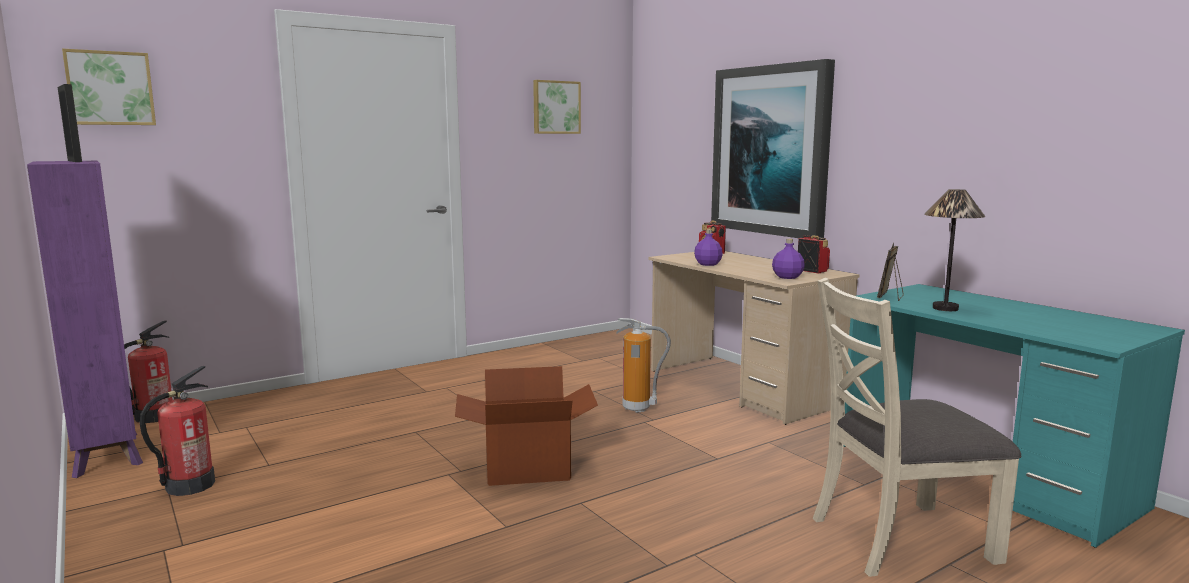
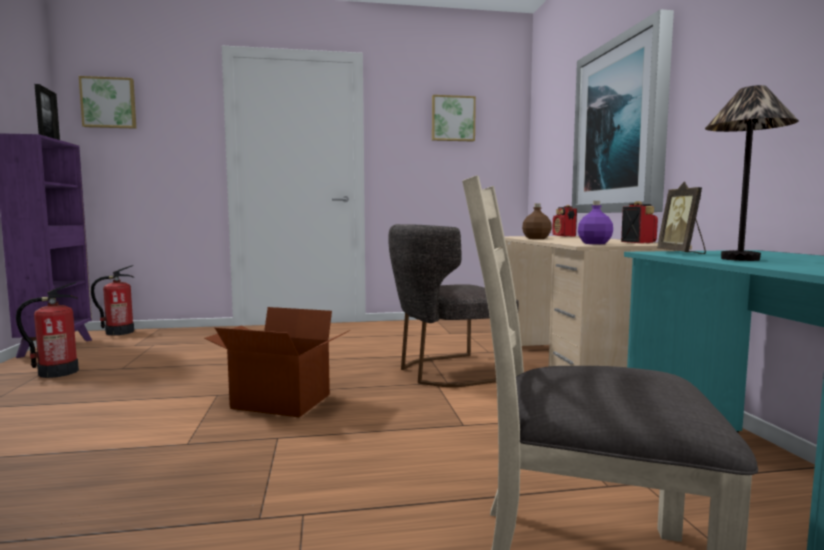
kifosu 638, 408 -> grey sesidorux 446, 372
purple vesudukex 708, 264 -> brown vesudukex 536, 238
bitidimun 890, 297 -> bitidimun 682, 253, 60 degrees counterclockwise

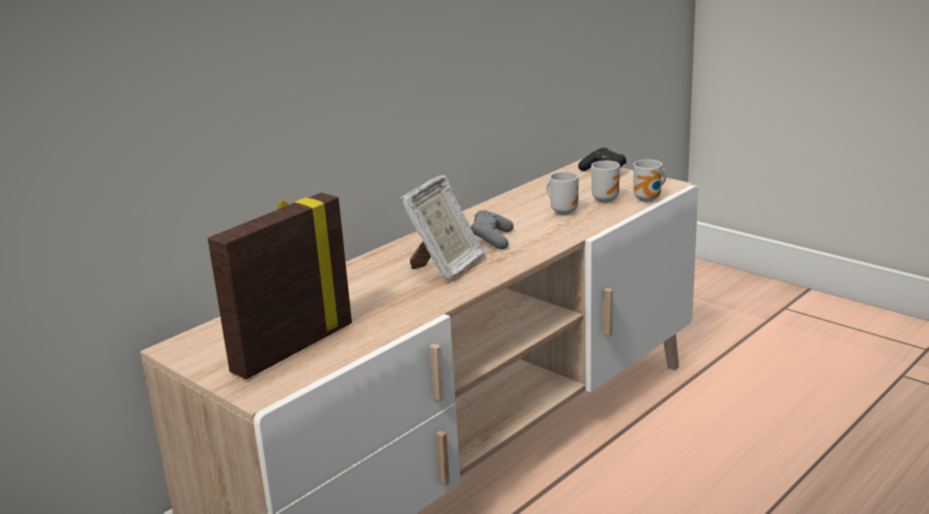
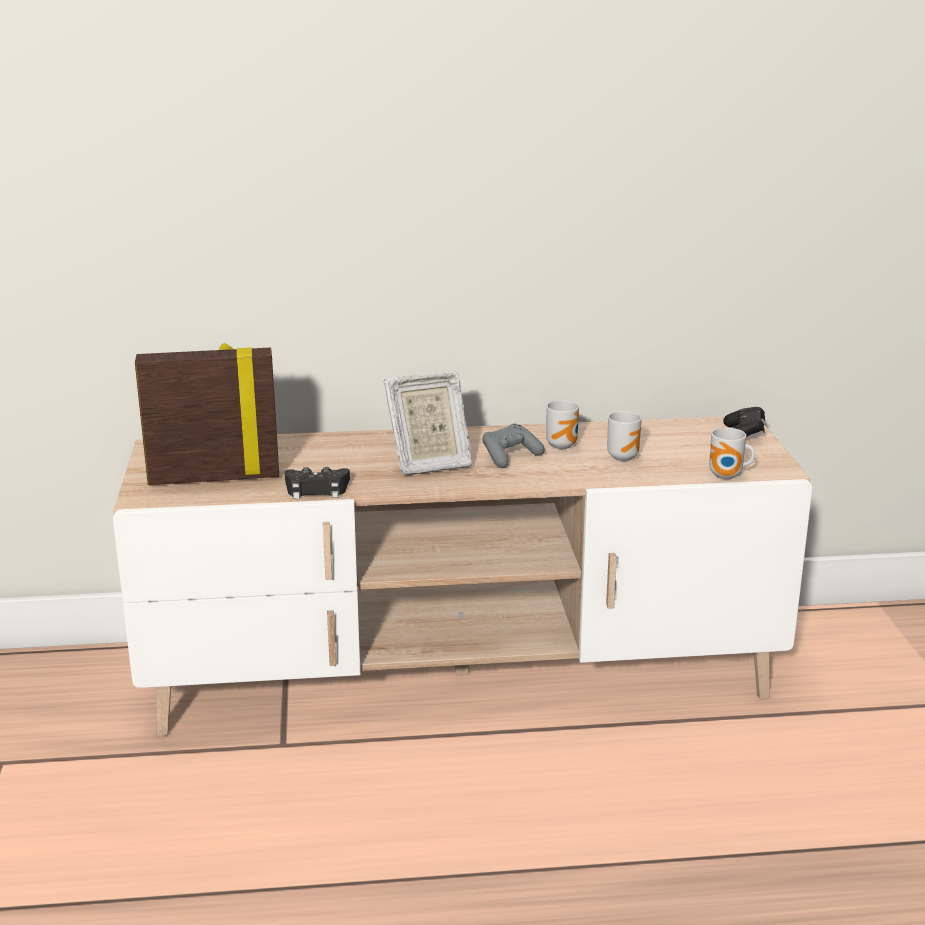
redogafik 605, 199 -> redogafik 563, 445, shifted
none -> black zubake 317, 489

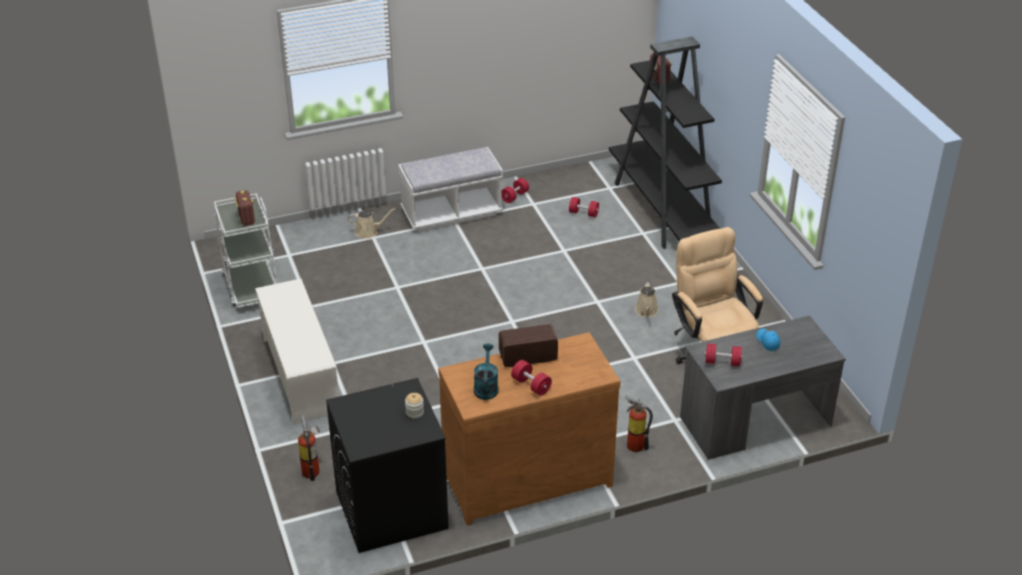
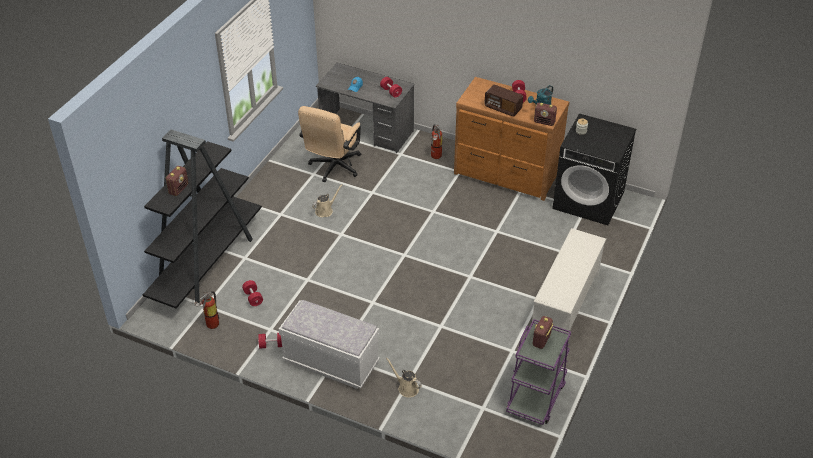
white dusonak 251, 286 -> purple dusonak 536, 397
kifosu 312, 470 -> kifosu 210, 324, shifted
none -> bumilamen 544, 122

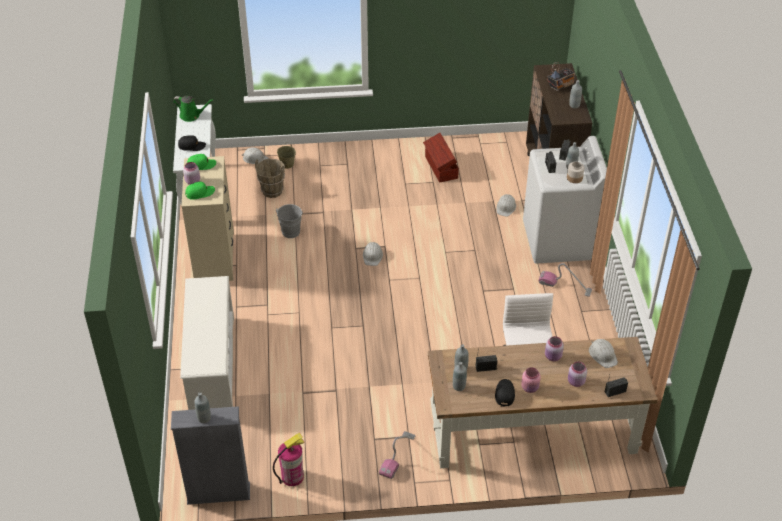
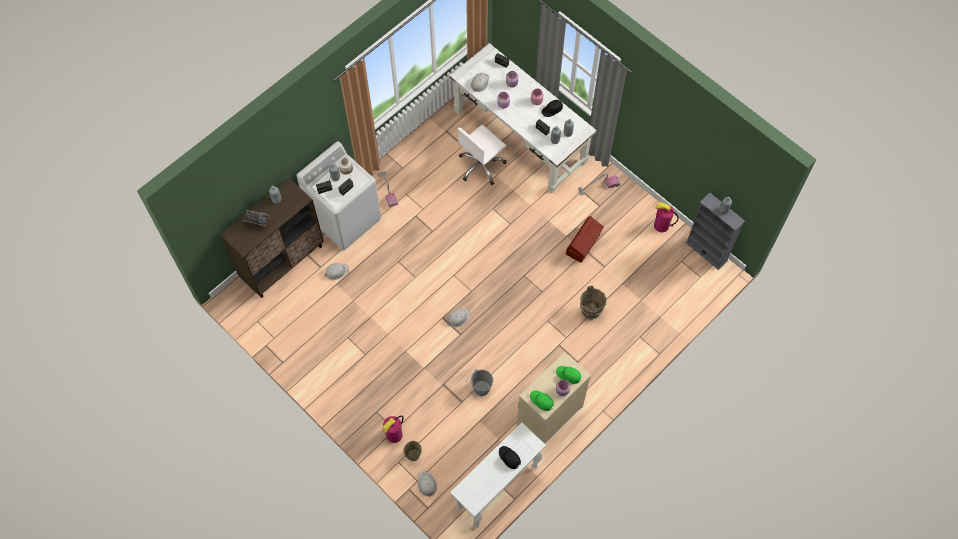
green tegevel 191, 116 -> none
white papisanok 212, 364 -> none
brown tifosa 272, 191 -> brown tifosa 590, 311, shifted
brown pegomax 440, 168 -> brown pegomax 583, 244, shifted
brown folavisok 532, 431 -> white folavisok 521, 136
none -> kifosu 394, 435

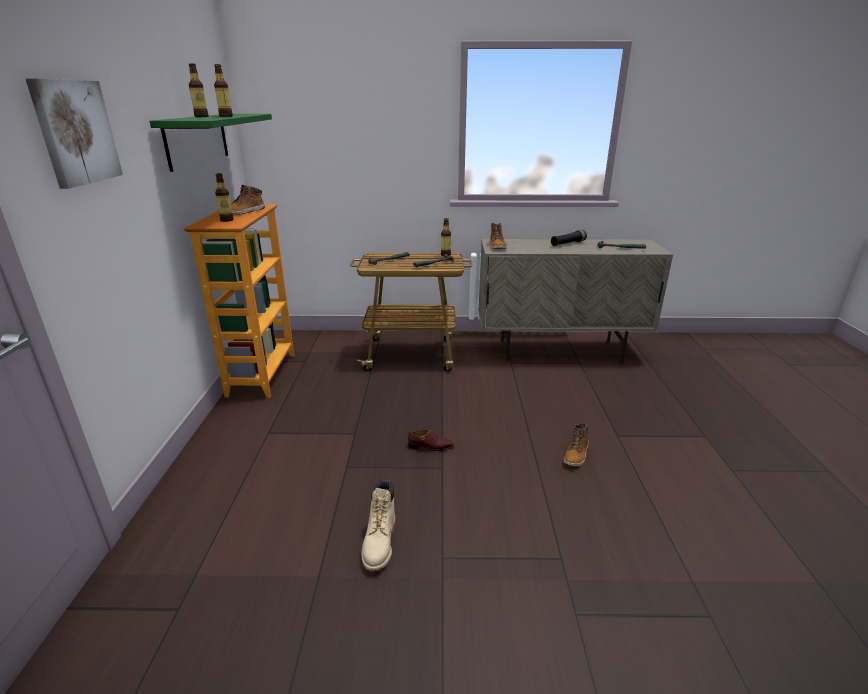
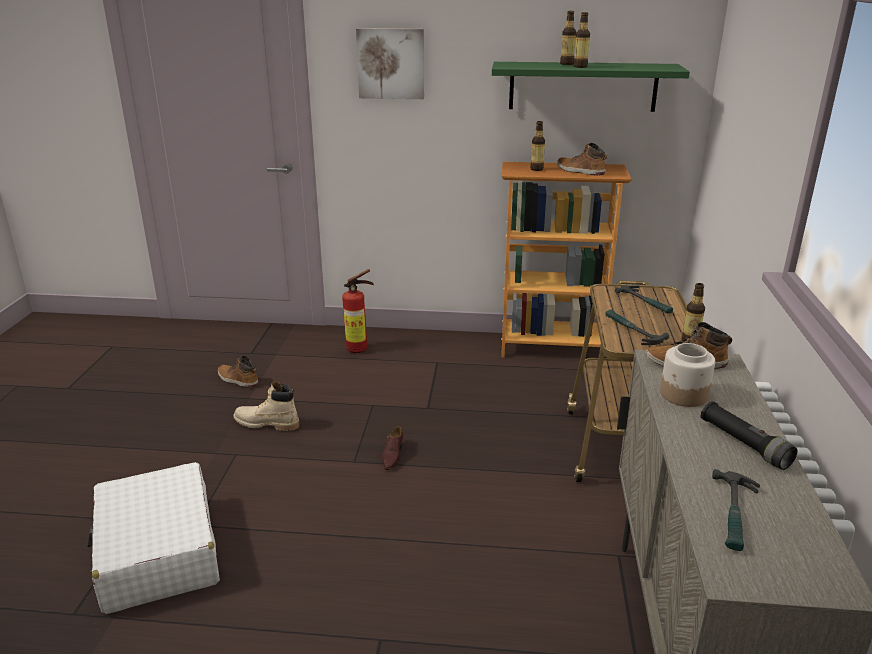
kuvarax 576, 454 -> kuvarax 237, 380, shifted
none -> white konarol 158, 552
none -> kifosu 360, 349
none -> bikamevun 683, 395

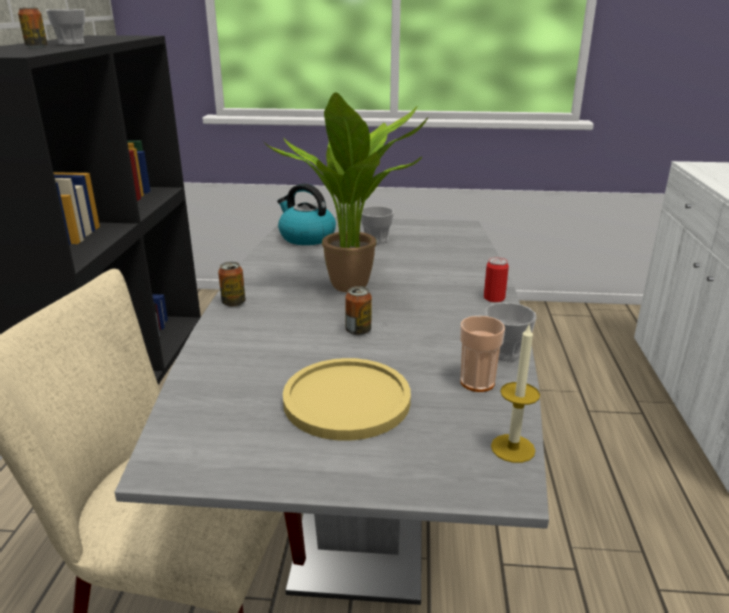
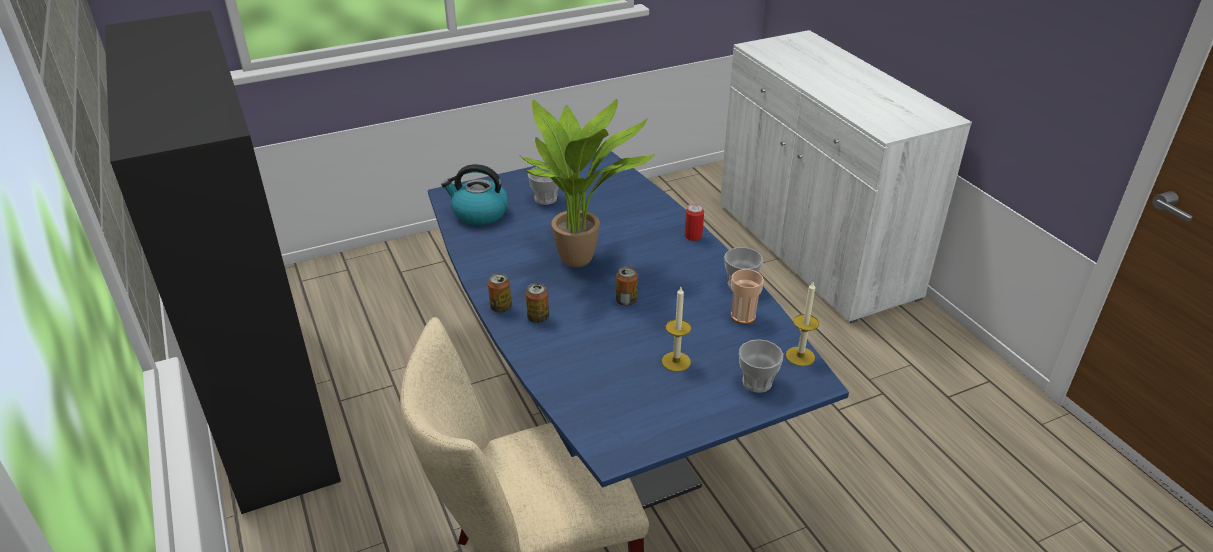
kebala 36, 47 -> kebala 538, 318, shifted
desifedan 71, 44 -> desifedan 757, 382, shifted
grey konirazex 364, 502 -> blue konirazex 606, 432
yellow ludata 347, 400 -> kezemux 676, 361

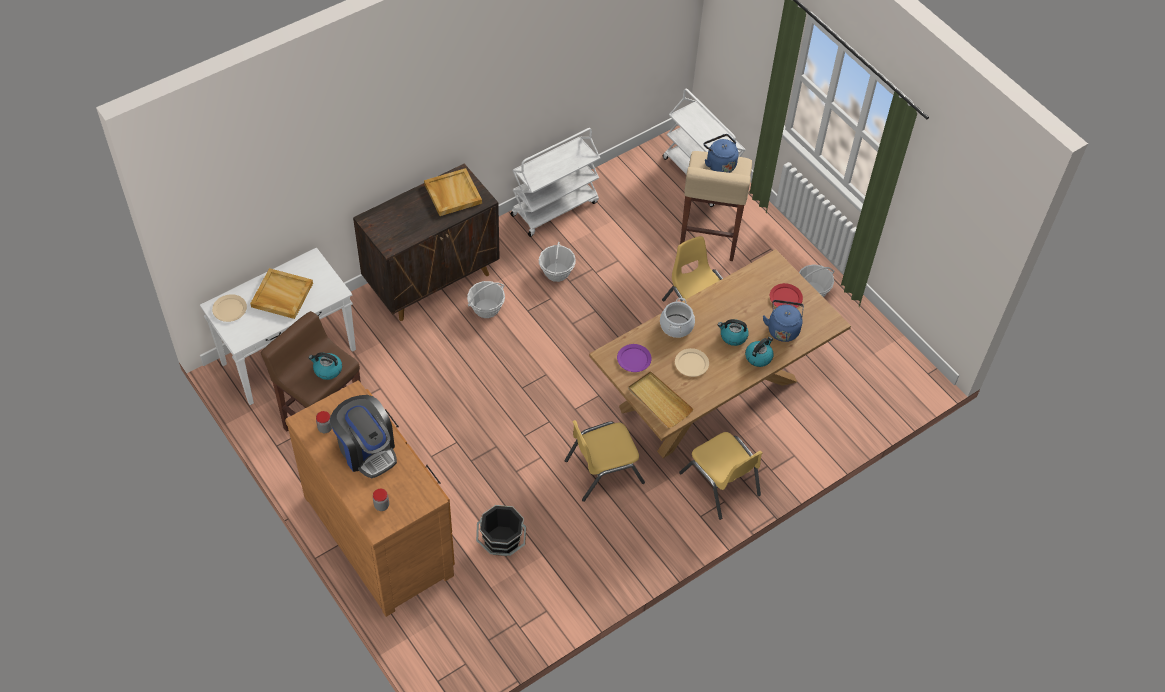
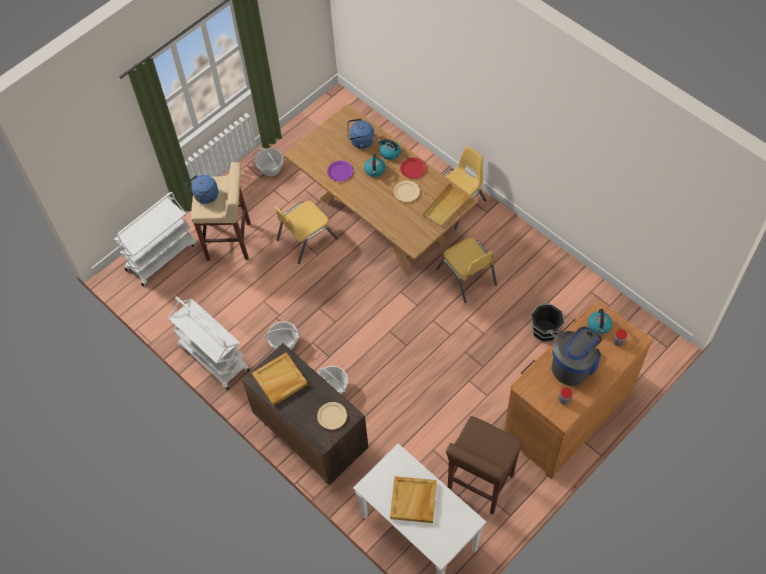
beige ludata 229, 309 -> beige ludata 332, 416, shifted
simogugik 327, 370 -> simogugik 599, 326, shifted
purple ludata 633, 359 -> purple ludata 340, 172, shifted
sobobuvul 676, 326 -> none
red ludata 786, 298 -> red ludata 413, 168, shifted

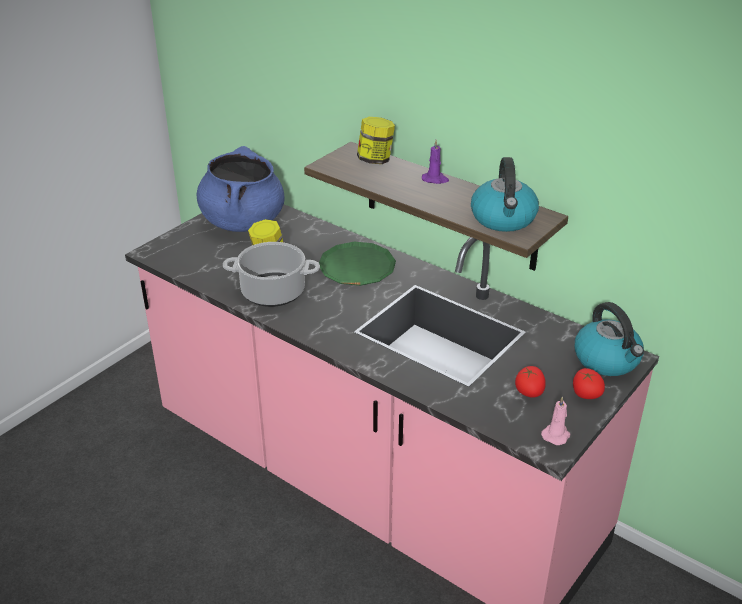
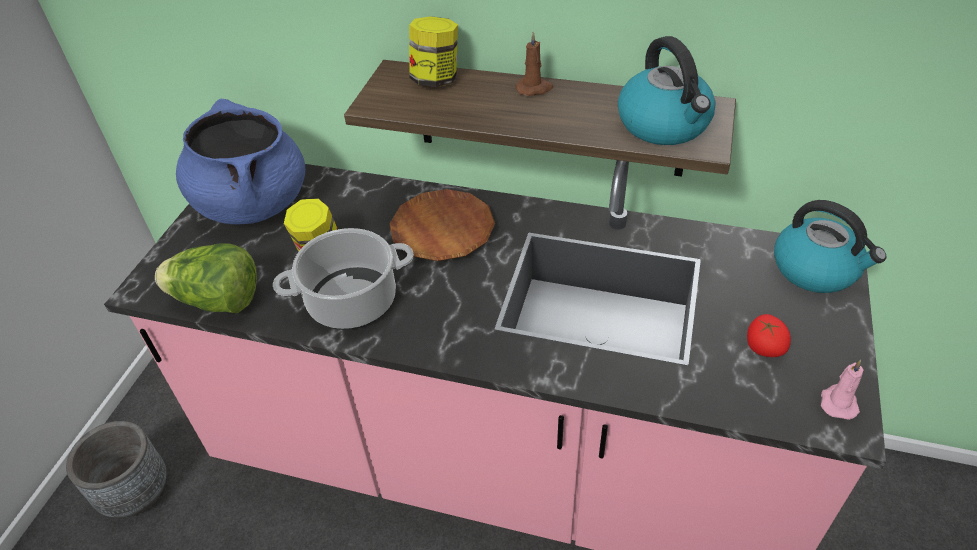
green ludata 357, 269 -> brown ludata 442, 230
purple kezemux 435, 179 -> brown kezemux 534, 88
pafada 585, 394 -> none
none -> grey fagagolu 137, 493
none -> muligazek 218, 301

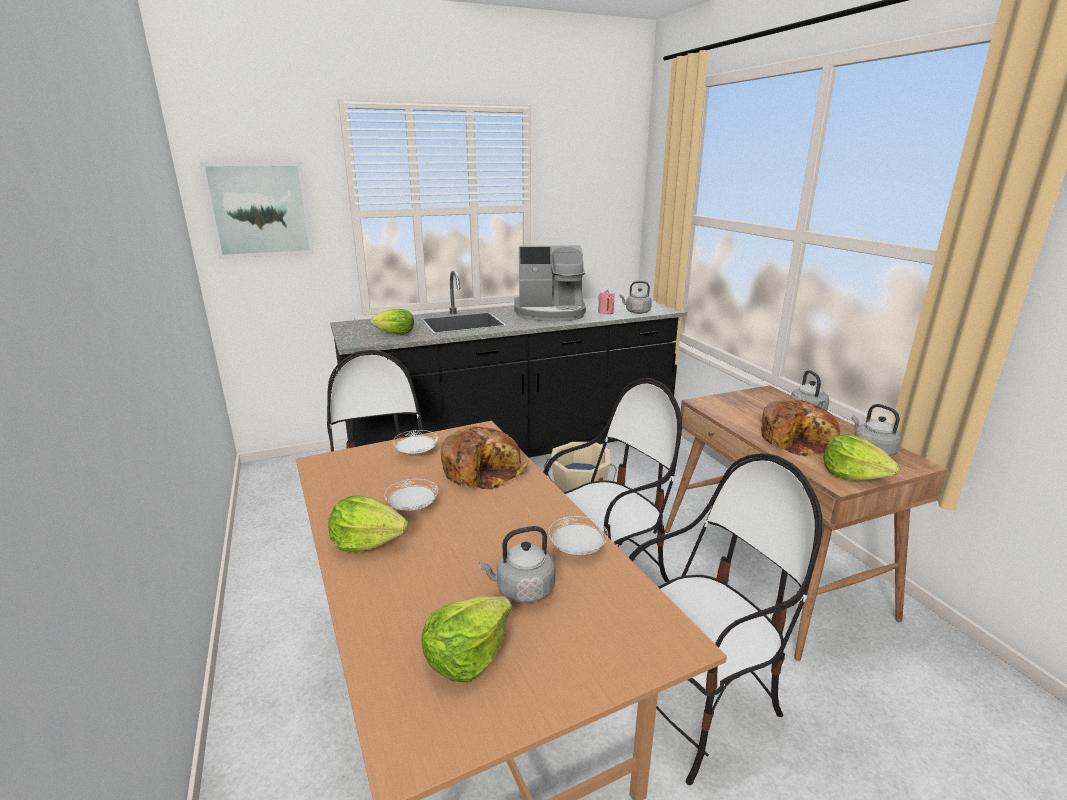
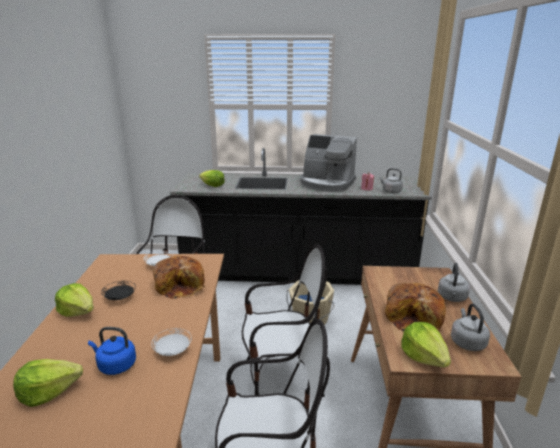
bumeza 260, 210 -> none
white ludata 413, 507 -> black ludata 120, 298
grey simogugik 522, 590 -> blue simogugik 115, 365

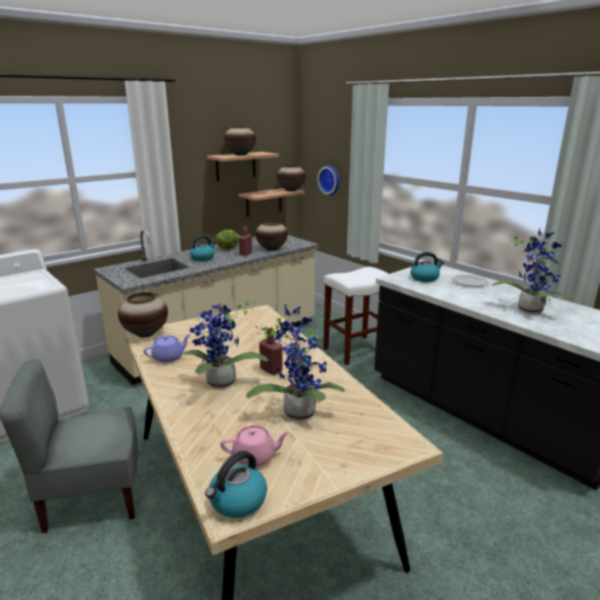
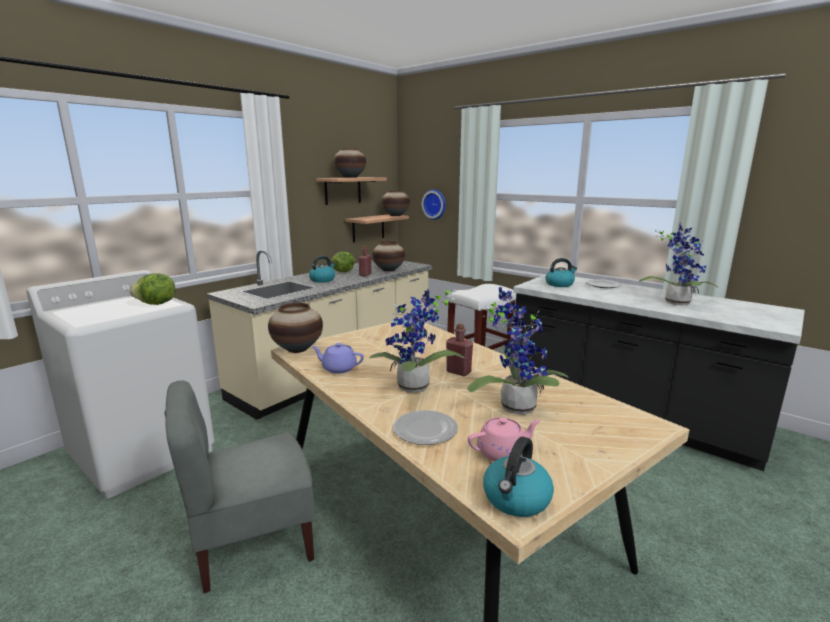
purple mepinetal 169, 357 -> purple mepinetal 338, 368, 120 degrees counterclockwise
none -> muligazek 156, 304
none -> ludata 425, 430

